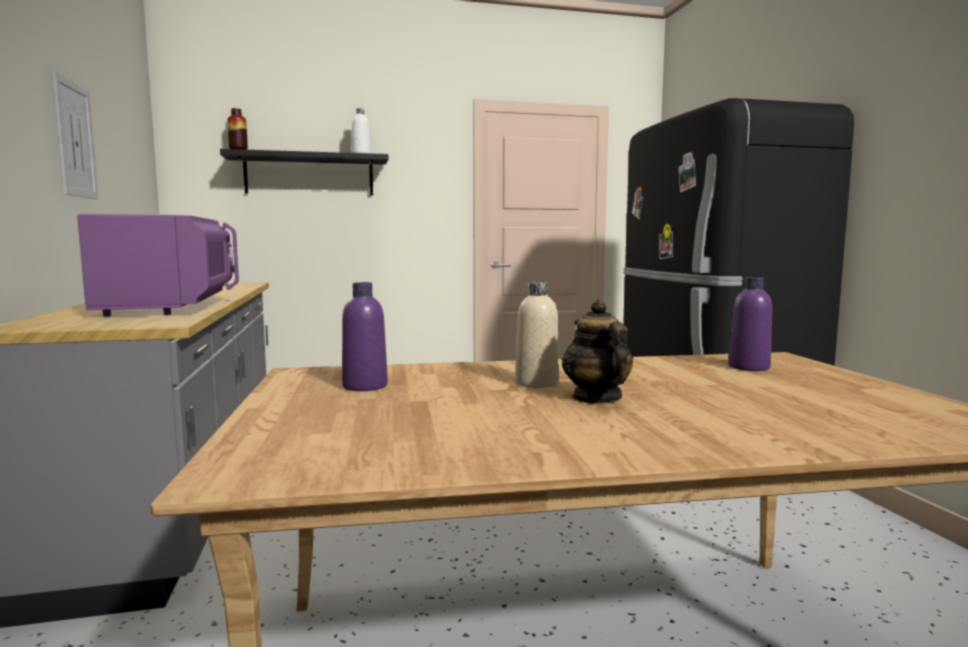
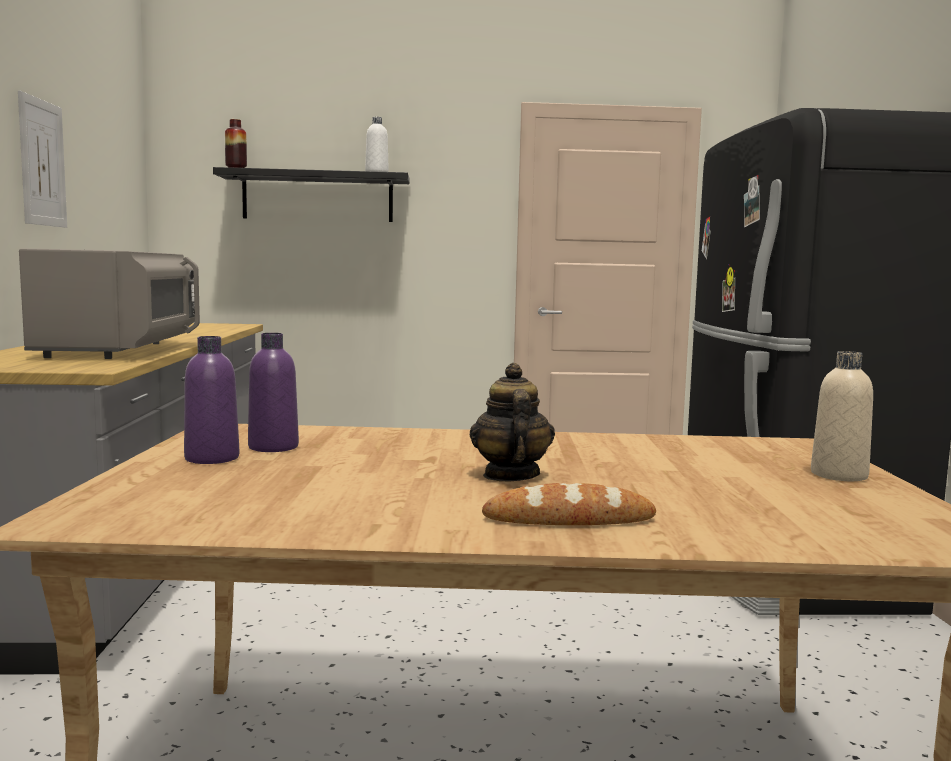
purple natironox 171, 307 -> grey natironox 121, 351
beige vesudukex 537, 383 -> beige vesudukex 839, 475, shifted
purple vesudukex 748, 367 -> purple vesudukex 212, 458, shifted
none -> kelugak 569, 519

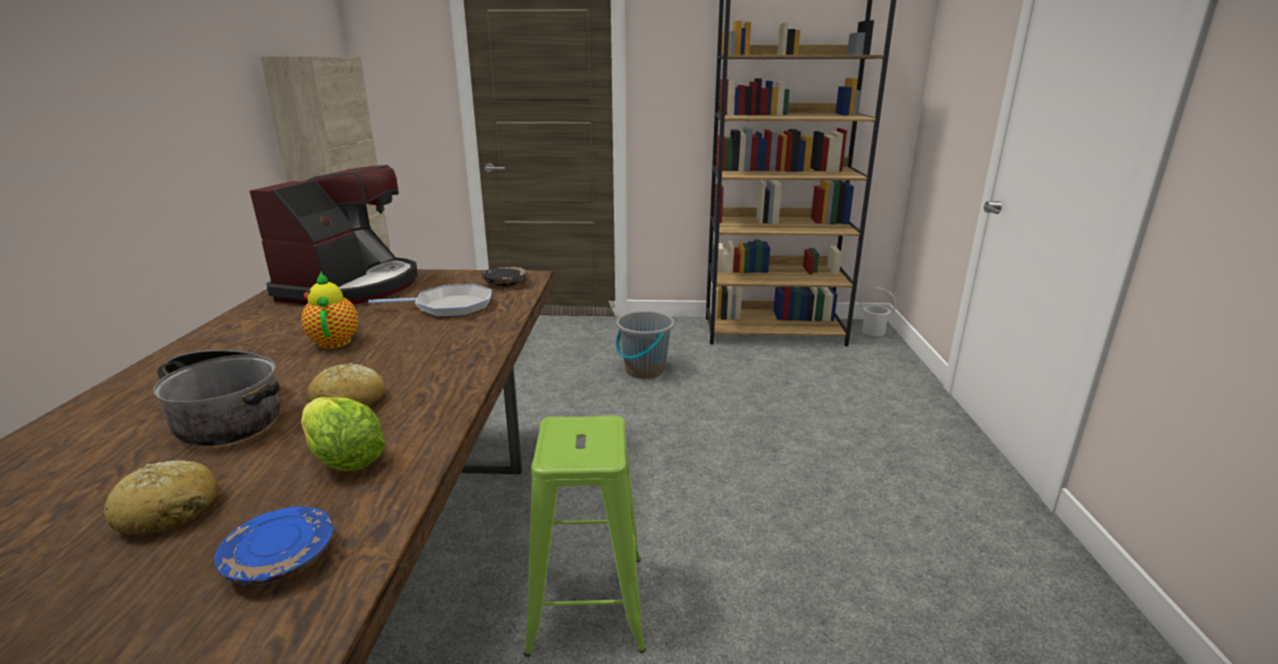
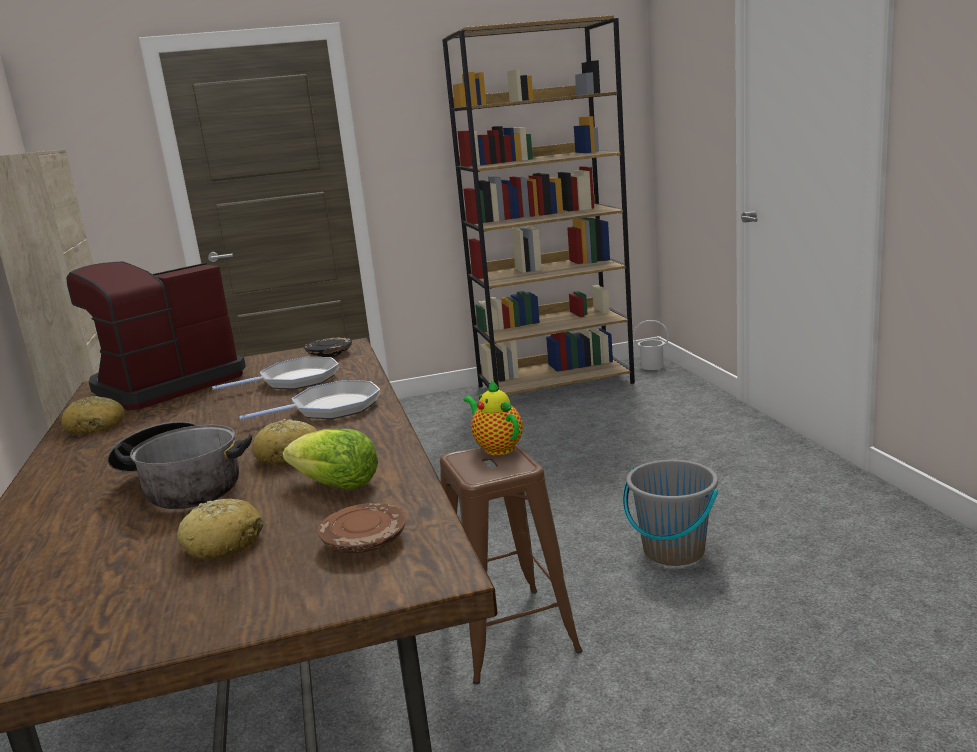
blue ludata 281, 560 -> brown ludata 365, 541
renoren 351, 286 -> renoren 165, 385, 135 degrees counterclockwise
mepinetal 335, 340 -> mepinetal 496, 448, shifted
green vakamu 587, 601 -> brown vakamu 507, 633
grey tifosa 644, 370 -> grey tifosa 673, 551, shifted
none -> kelugak 96, 427
none -> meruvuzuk 331, 408

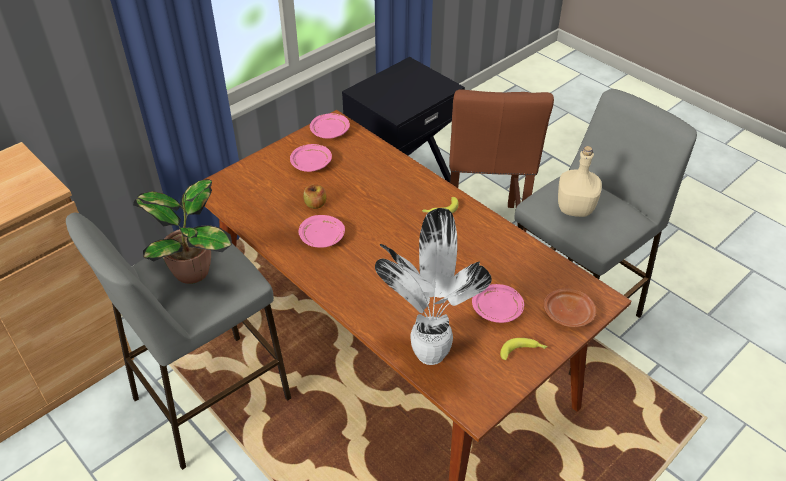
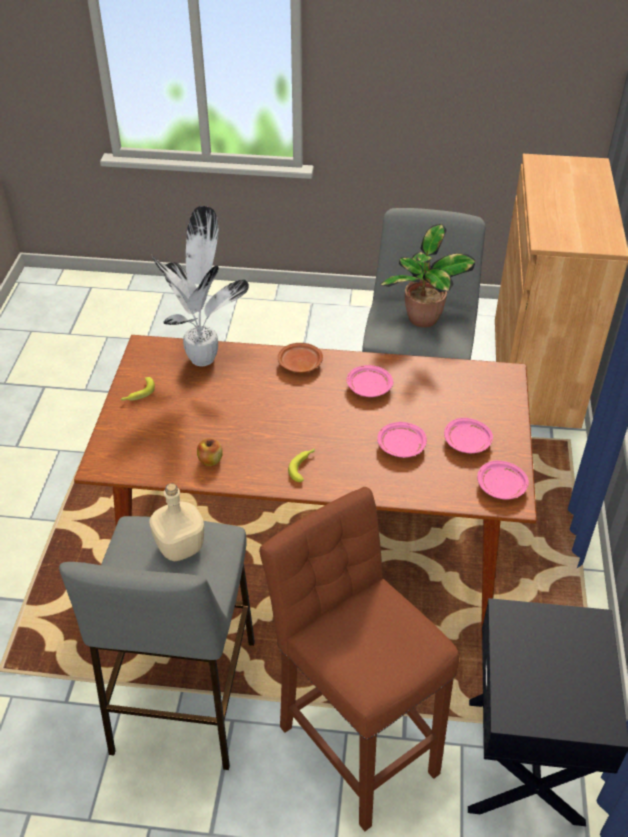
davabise 315, 204 -> davabise 210, 460, shifted
pink ludata 497, 309 -> pink ludata 400, 446, shifted
brown ludata 568, 314 -> brown ludata 299, 364, shifted

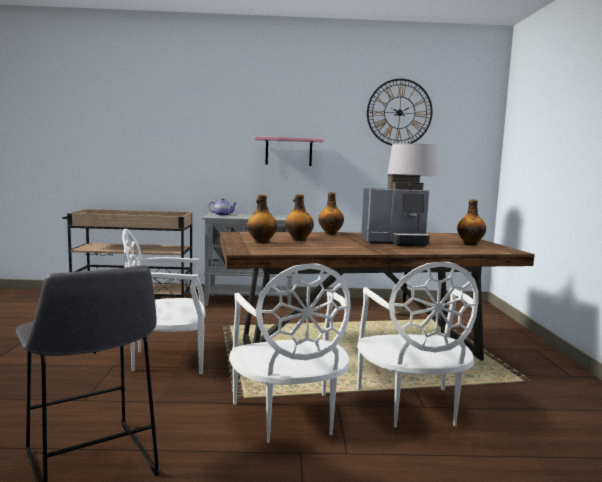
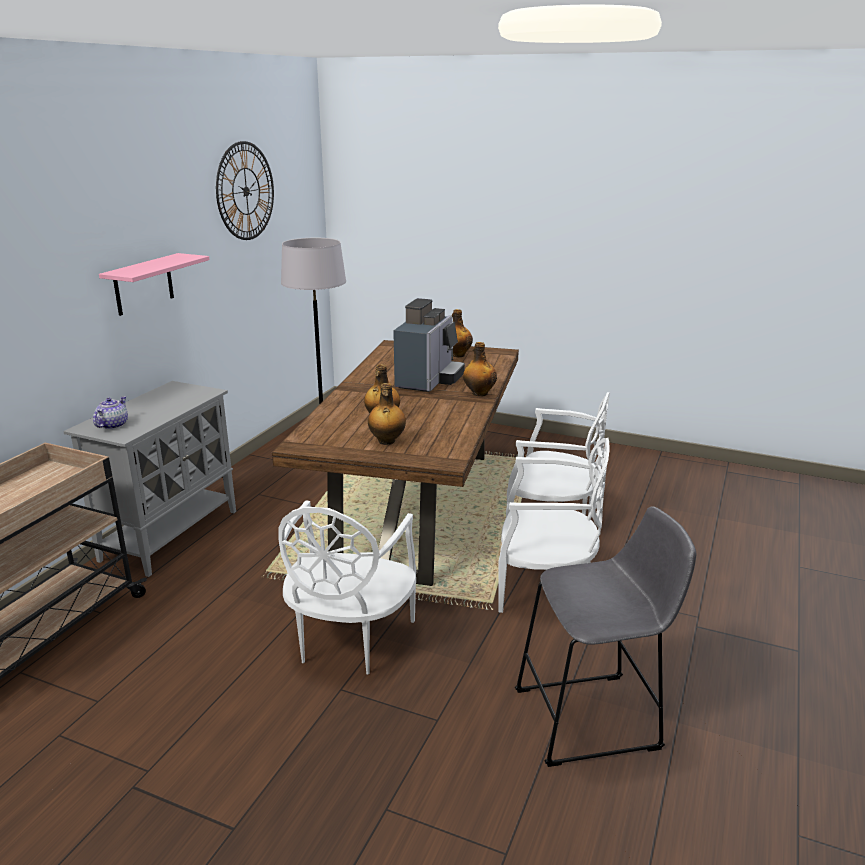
vesudukex 330, 233 -> vesudukex 479, 393, shifted

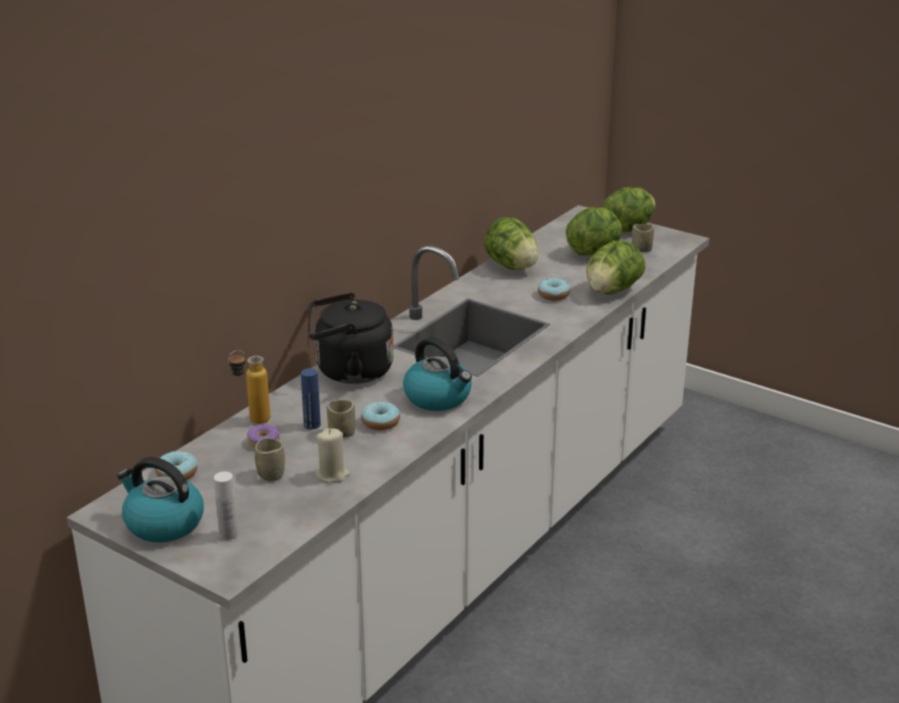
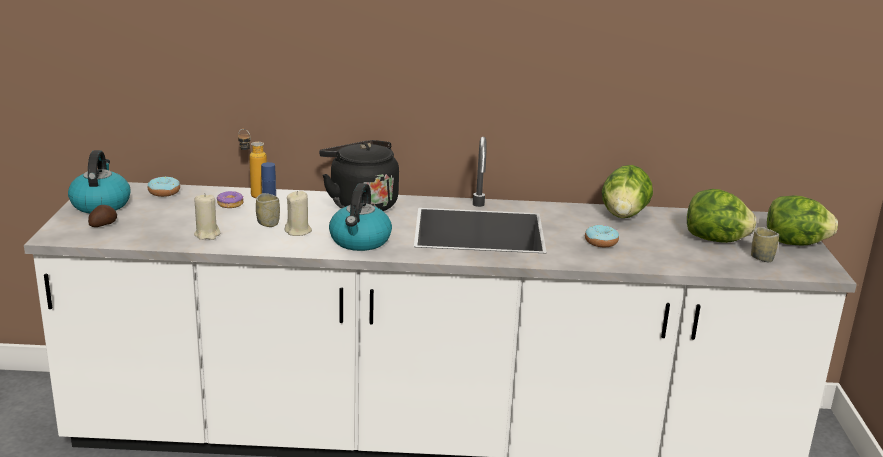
white vesudukex 228, 534 -> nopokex 102, 224
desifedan 271, 474 -> none
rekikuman 380, 422 -> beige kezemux 298, 231
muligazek 612, 291 -> none

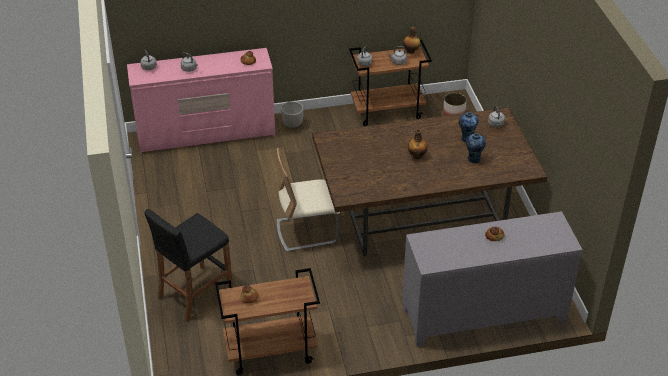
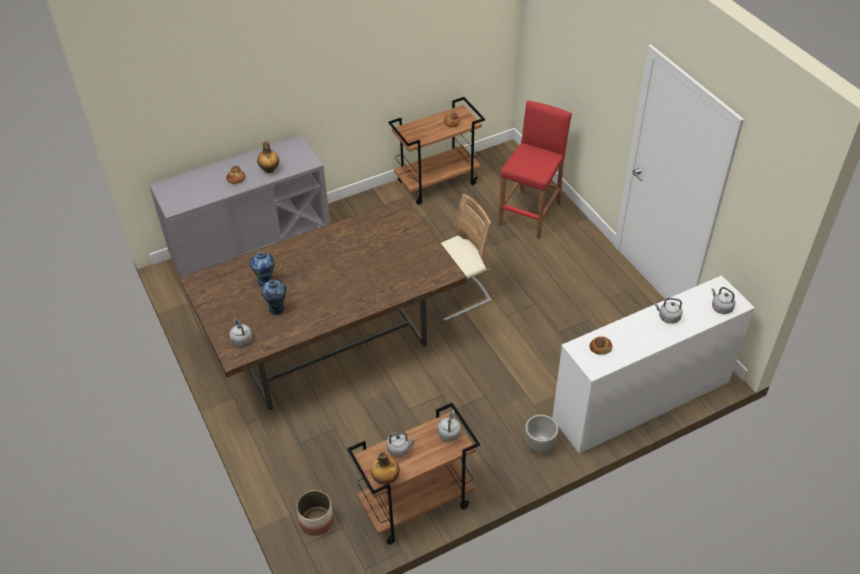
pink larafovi 206, 134 -> white larafovi 641, 400
black vakamu 195, 293 -> red vakamu 530, 214
vesudukex 417, 155 -> vesudukex 269, 170, shifted

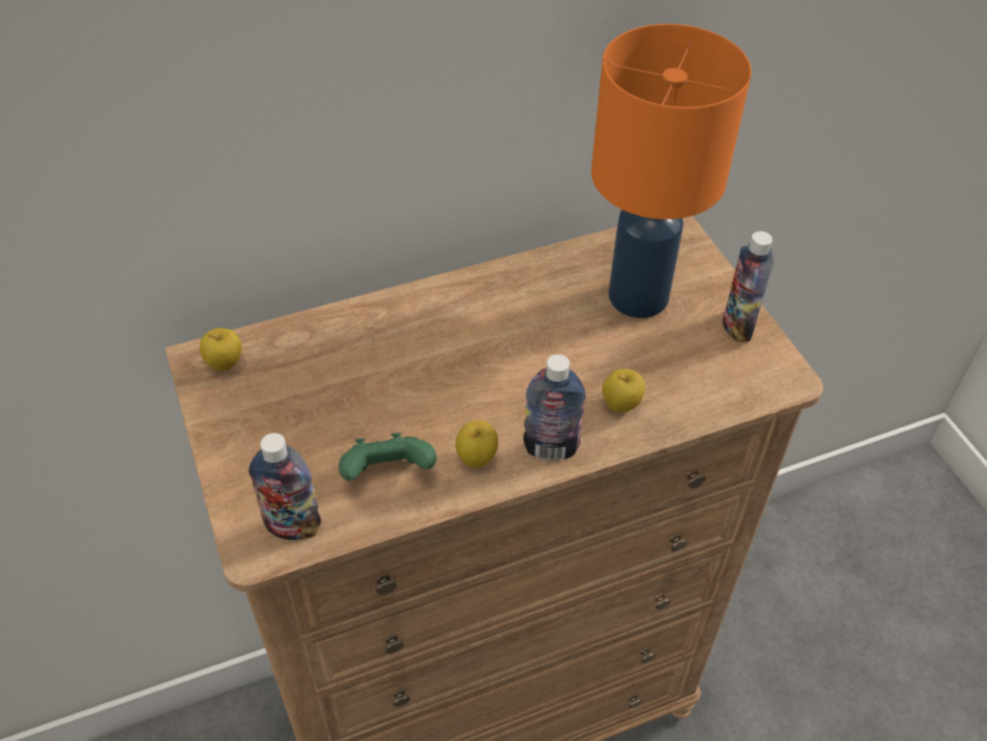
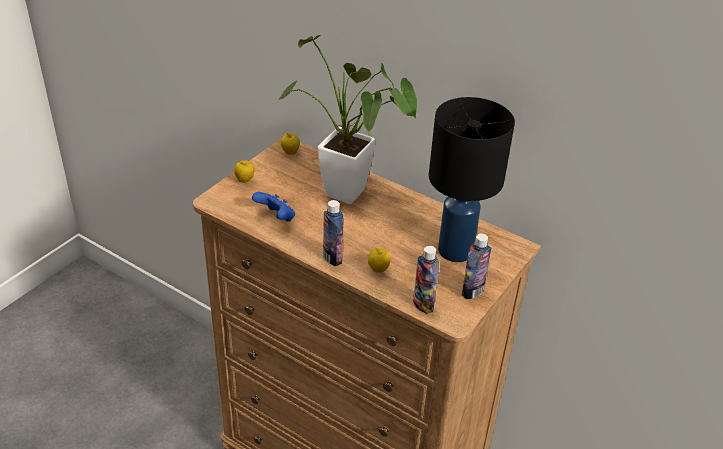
vesudukex 293, 526 -> vesudukex 423, 304, shifted
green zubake 388, 474 -> blue zubake 276, 218
davabise 476, 459 -> davabise 245, 181, shifted
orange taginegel 639, 298 -> black taginegel 455, 251
none -> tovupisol 353, 196

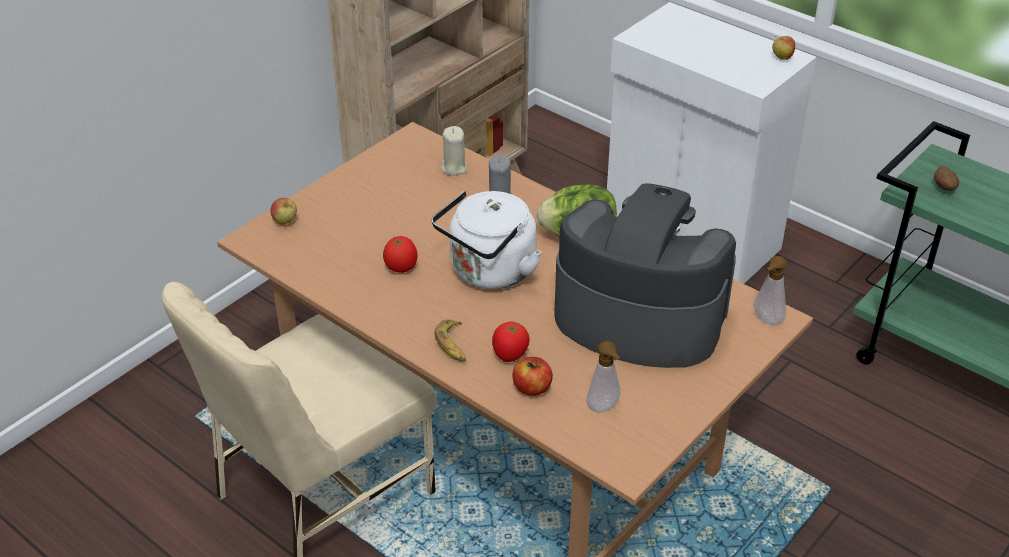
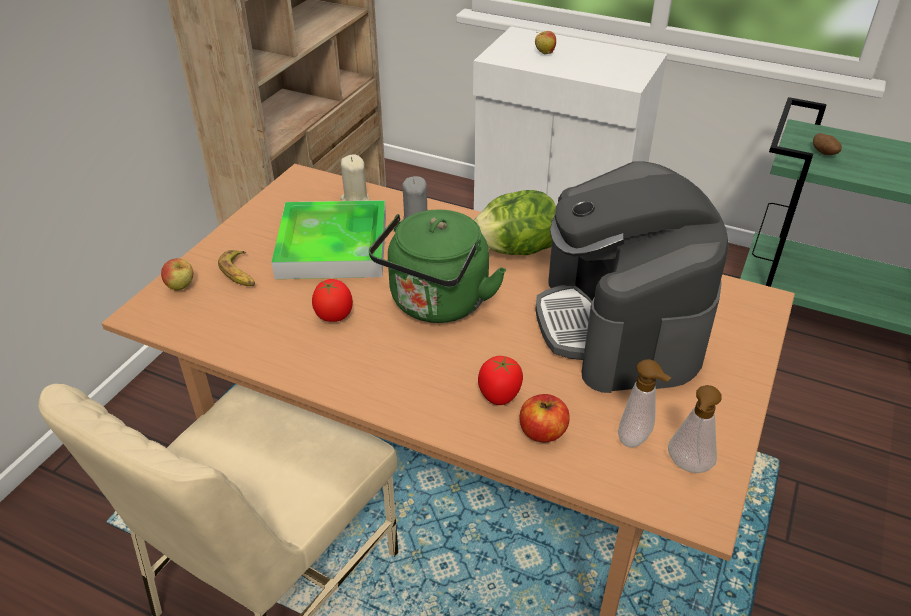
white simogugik 489, 272 -> green simogugik 437, 304
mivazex 453, 345 -> mivazex 240, 273, shifted
renoren 638, 316 -> renoren 620, 324, 105 degrees counterclockwise
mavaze 766, 321 -> mavaze 687, 467, shifted
davabise 781, 58 -> davabise 544, 53, shifted
none -> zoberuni 333, 246

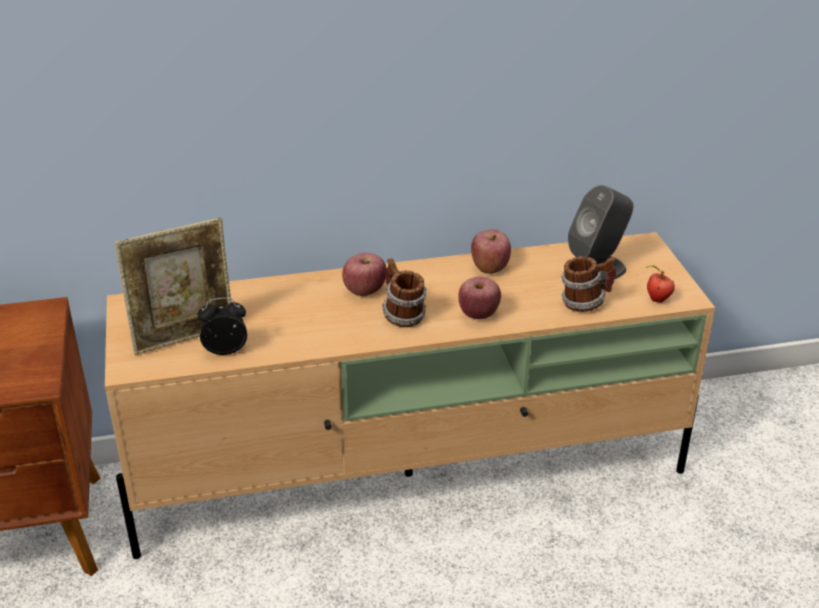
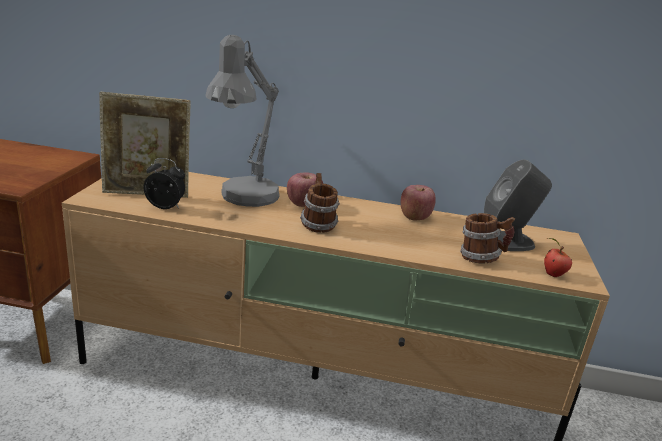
davabise 478, 314 -> none
none -> grey taginegel 244, 199

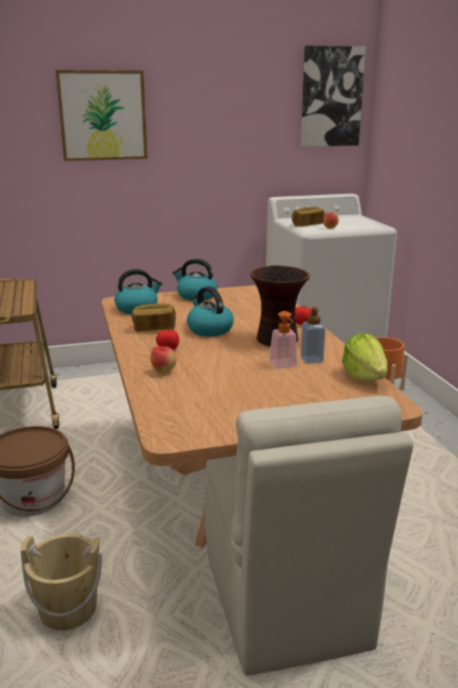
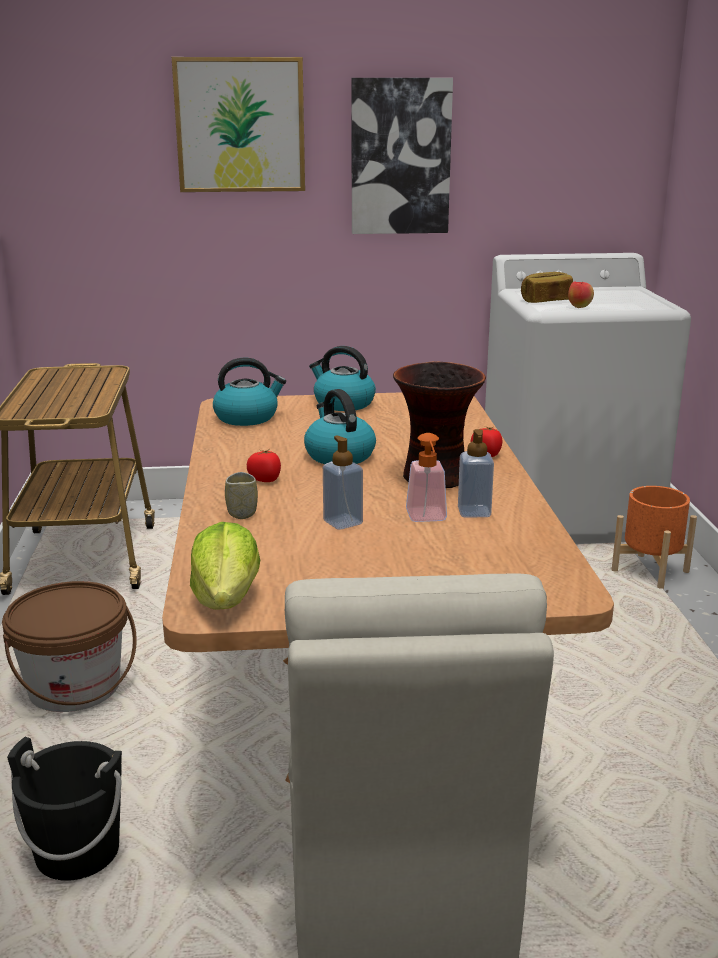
beige tifosa 68, 609 -> black tifosa 77, 852
kelugak 154, 328 -> none
davabise 163, 371 -> desifedan 242, 513
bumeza 331, 97 -> bumeza 400, 157, shifted
muligazek 364, 376 -> muligazek 226, 599, shifted
none -> mavaze 343, 522

